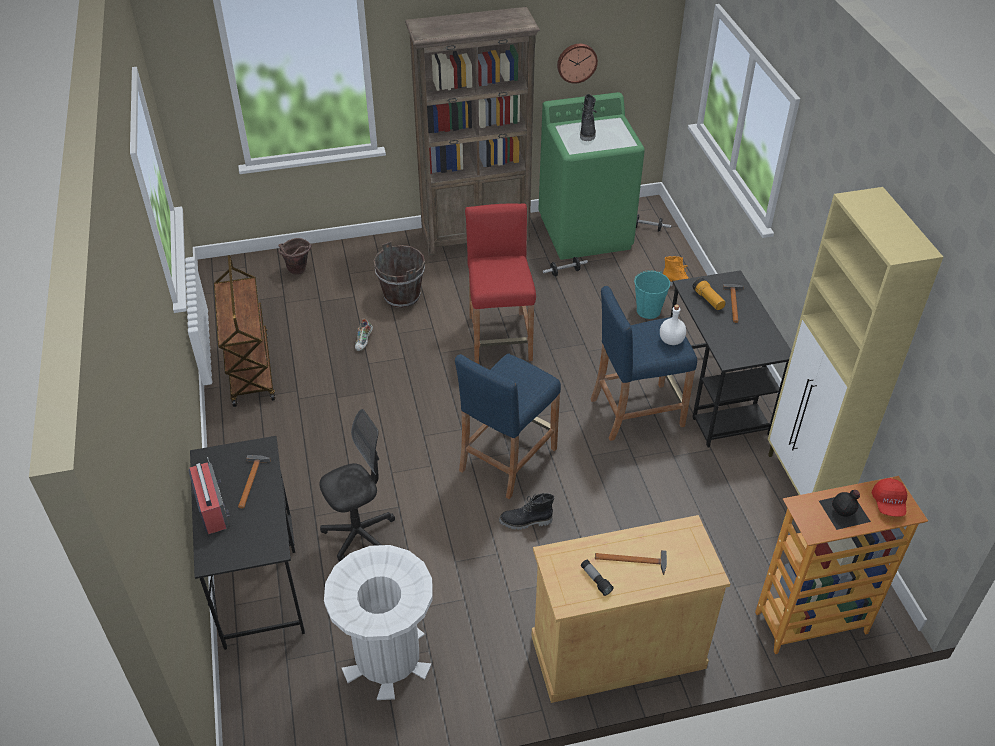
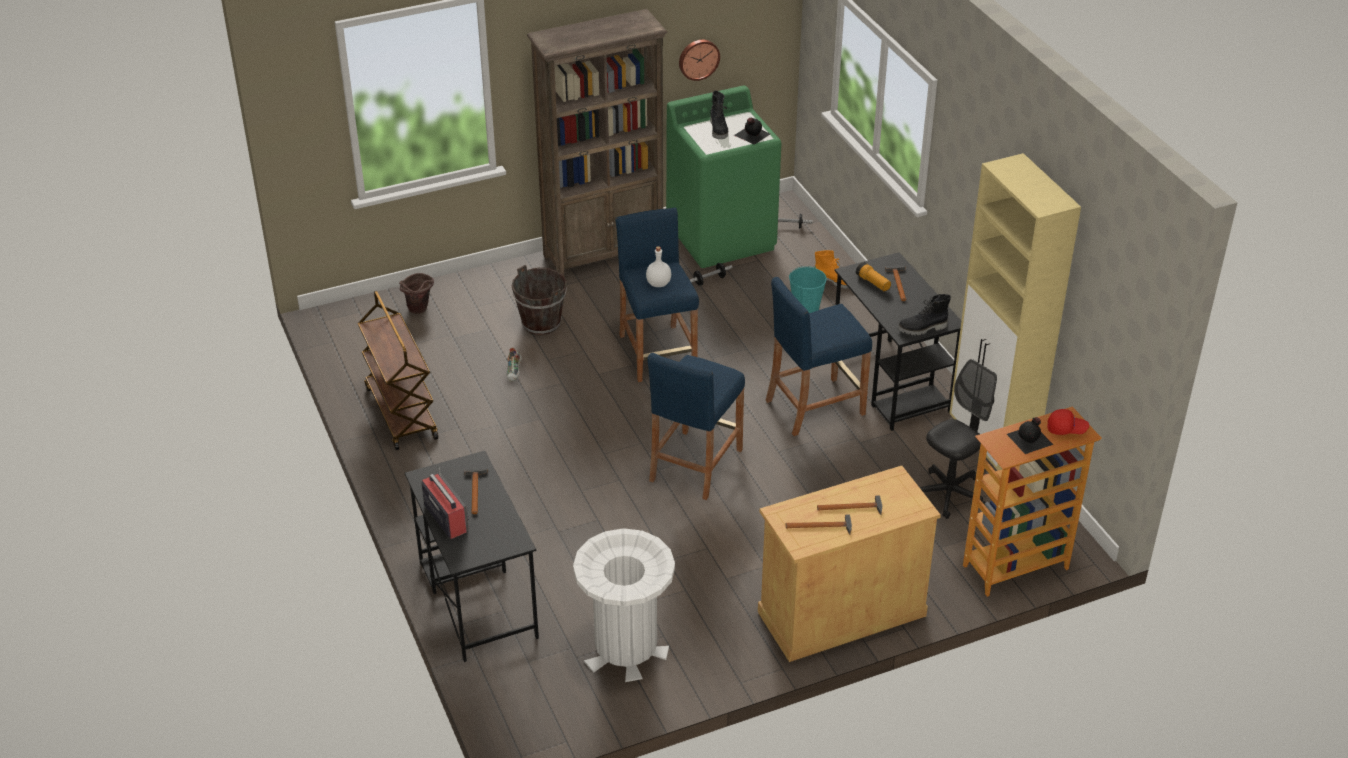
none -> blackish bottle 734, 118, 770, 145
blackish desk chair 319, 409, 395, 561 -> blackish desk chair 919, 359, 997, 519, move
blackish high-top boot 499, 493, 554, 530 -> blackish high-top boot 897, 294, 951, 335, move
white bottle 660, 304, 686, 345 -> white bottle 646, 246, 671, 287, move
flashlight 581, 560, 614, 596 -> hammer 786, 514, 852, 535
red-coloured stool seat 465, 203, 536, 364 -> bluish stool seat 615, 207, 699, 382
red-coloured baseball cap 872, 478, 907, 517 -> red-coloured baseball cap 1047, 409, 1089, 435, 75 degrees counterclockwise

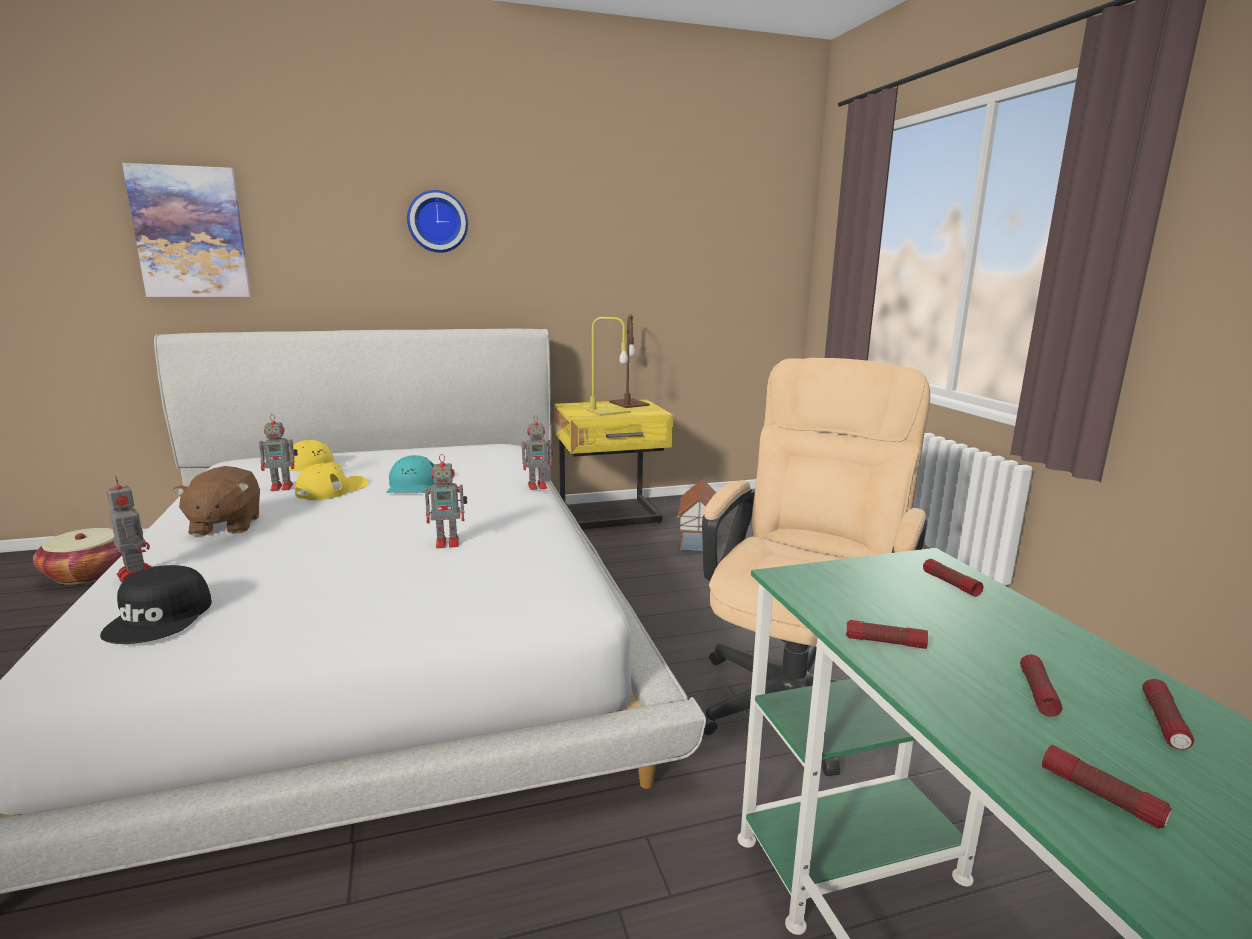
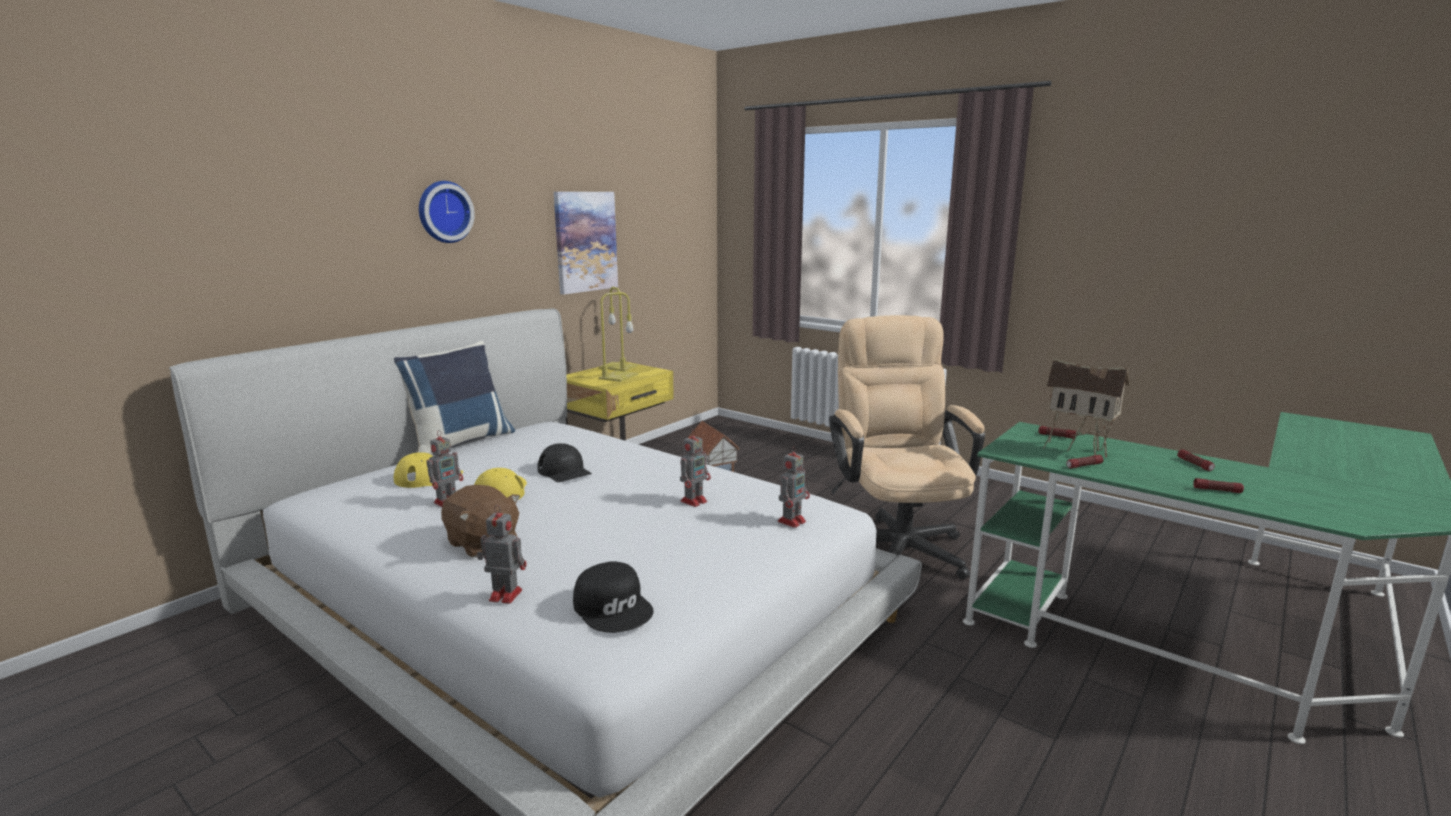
household basket 33, 528, 122, 585 -> none
flashlight 1020, 655, 1062, 717 -> none
none -> bluish throw pillow 394, 341, 515, 456
none -> model house 1043, 358, 1130, 458
picture 122, 163, 251, 297 -> picture 554, 192, 618, 295, move
robot figure 522, 415, 553, 490 -> robot figure 778, 446, 810, 528, move
turquoise baseball cap 386, 455, 435, 493 -> blackish baseball cap 538, 443, 592, 482
brown lamp for a table 609, 314, 649, 408 -> yellowish lamp for a table 599, 287, 638, 371

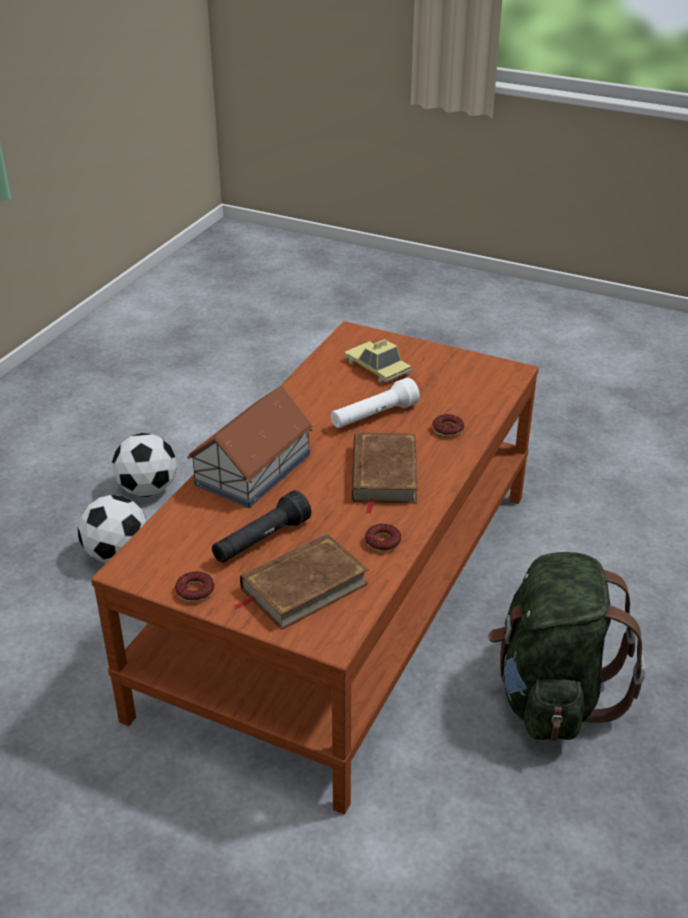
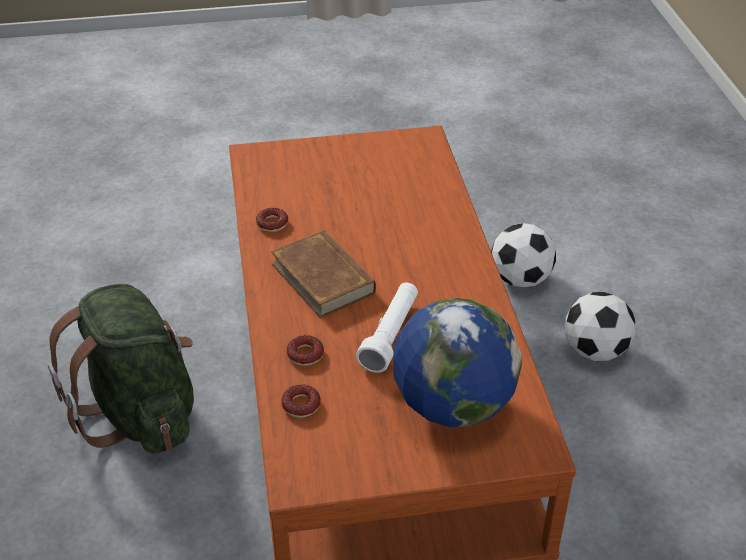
model house 187, 386, 314, 508 -> none
blackish flashlight 212, 490, 311, 563 -> none
brown book 233, 533, 369, 630 -> none
ball for football 112, 433, 177, 497 -> ball for football 491, 223, 556, 287, move
donut 175, 571, 214, 603 -> donut 281, 384, 321, 418, move
miniature car 345, 339, 411, 383 -> globe 393, 298, 522, 427

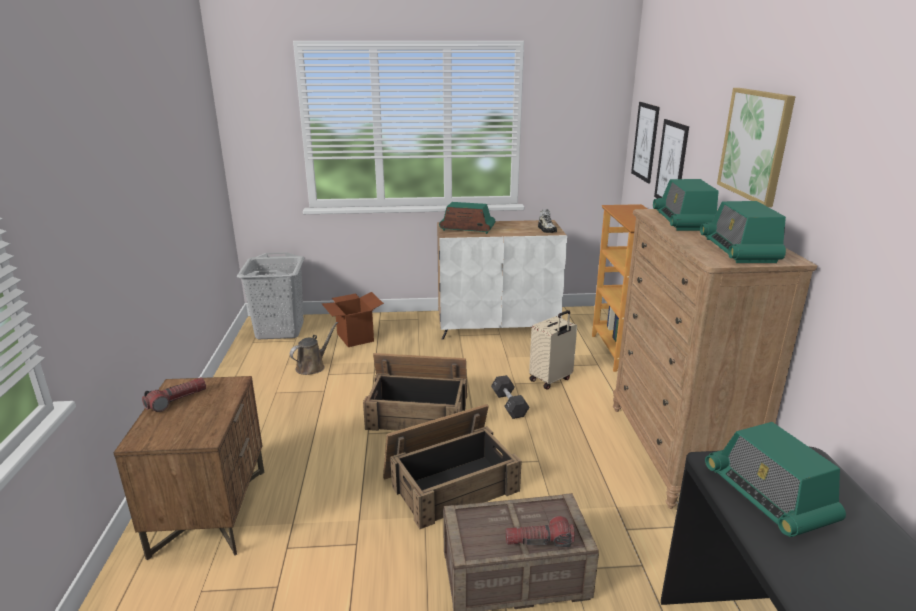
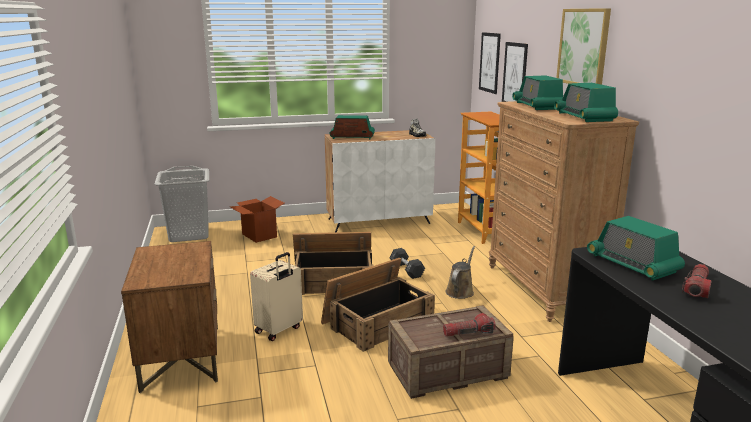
flashlight 142, 377, 206, 412 -> flashlight 682, 264, 712, 298, move
brown watering can 290, 322, 338, 375 -> brown watering can 445, 246, 475, 299, move
beige piece of luggage 529, 310, 577, 390 -> beige piece of luggage 250, 252, 303, 341, move

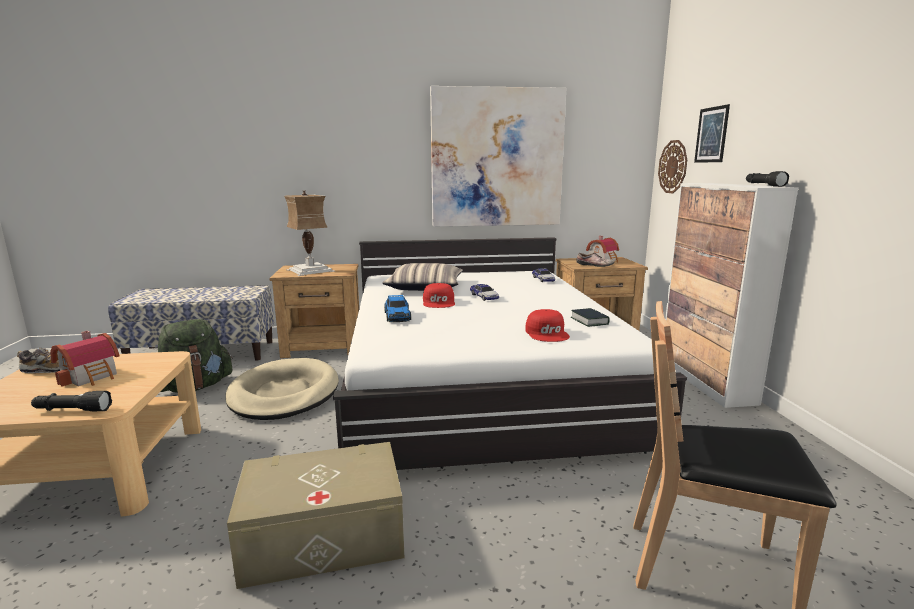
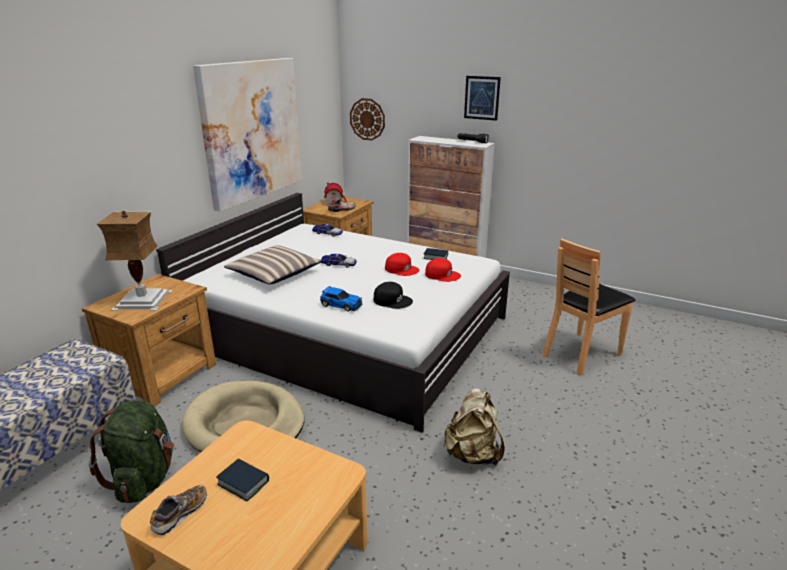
blackish flashlight 31, 391, 112, 411 -> none
none -> blackish baseball cap 374, 282, 413, 309
red-coloured baseball cap 423, 283, 455, 308 -> red-coloured baseball cap 385, 253, 419, 276, move
picture 694, 104, 730, 163 -> picture 464, 76, 501, 121, move
model house 50, 331, 120, 387 -> book 216, 459, 269, 501
beige storage container 227, 442, 404, 589 -> beige backpack 444, 388, 505, 466

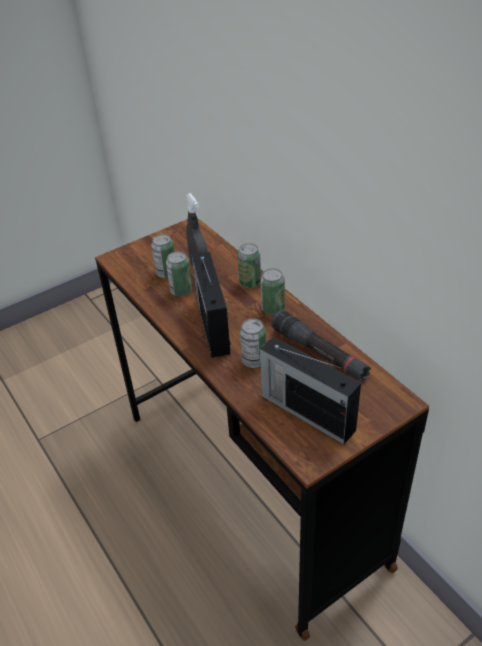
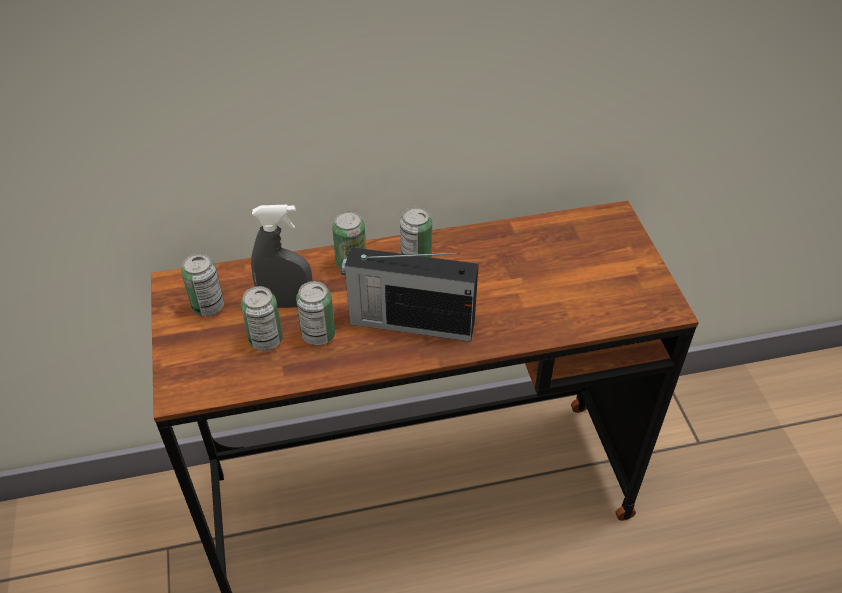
radio 259, 337, 361, 445 -> none
blackish flashlight 271, 310, 371, 382 -> none
can 240, 318, 266, 368 -> can 181, 253, 224, 316, move

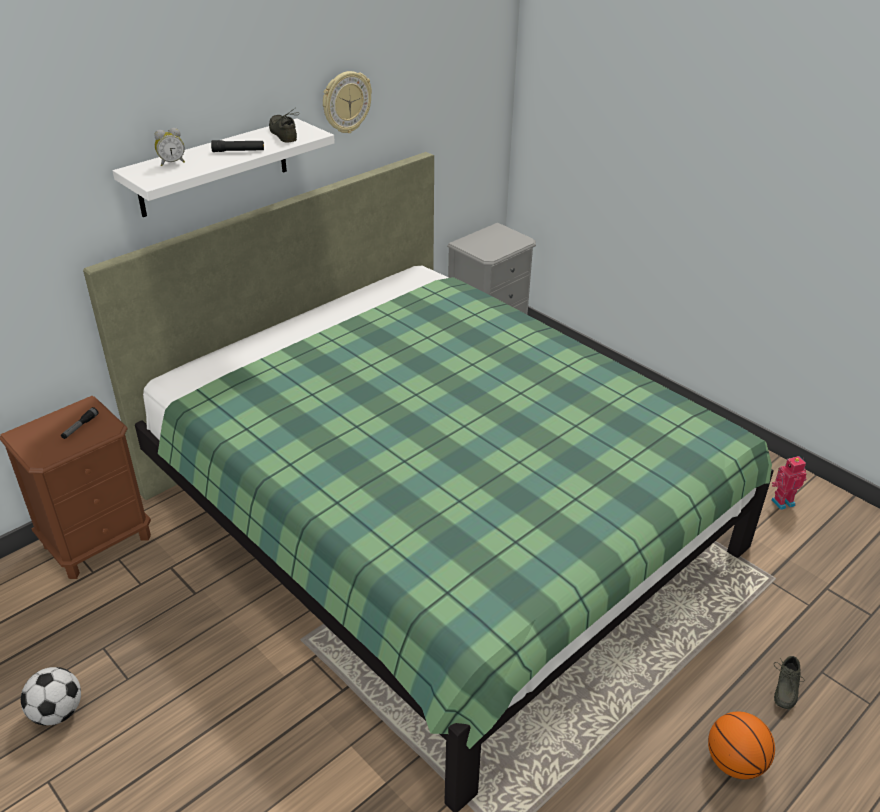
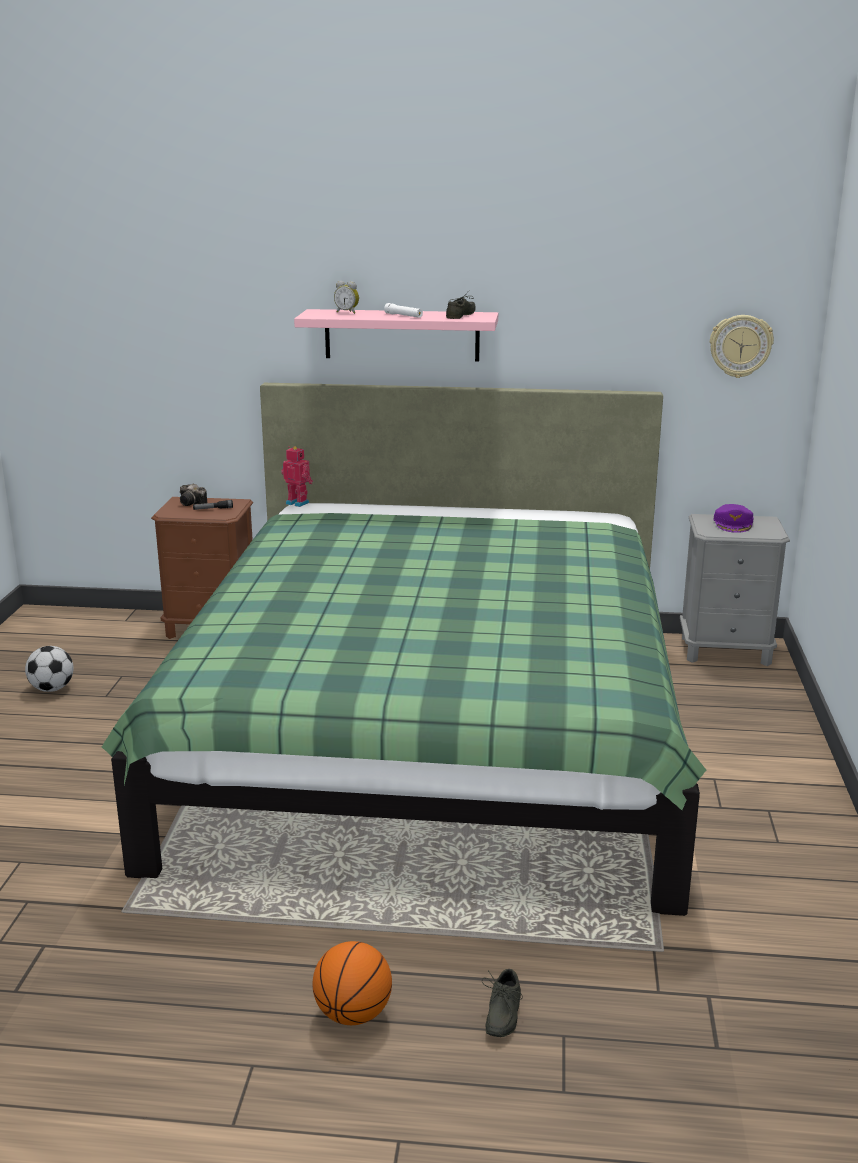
none -> photo camera 180, 483, 207, 506
none -> purple-coloured baseball cap 714, 504, 754, 533
wall clock 323, 71, 372, 133 -> wall clock 710, 315, 774, 378, move
robot figure 771, 456, 807, 510 -> robot figure 281, 446, 313, 507, move
white bracket shelf 113, 118, 335, 217 -> pink-coloured bracket shelf 294, 309, 498, 361
blackish flashlight 211, 140, 264, 152 -> white flashlight 384, 303, 423, 318
grey shoe 774, 656, 804, 709 -> grey shoe 482, 969, 523, 1037, 60 degrees counterclockwise

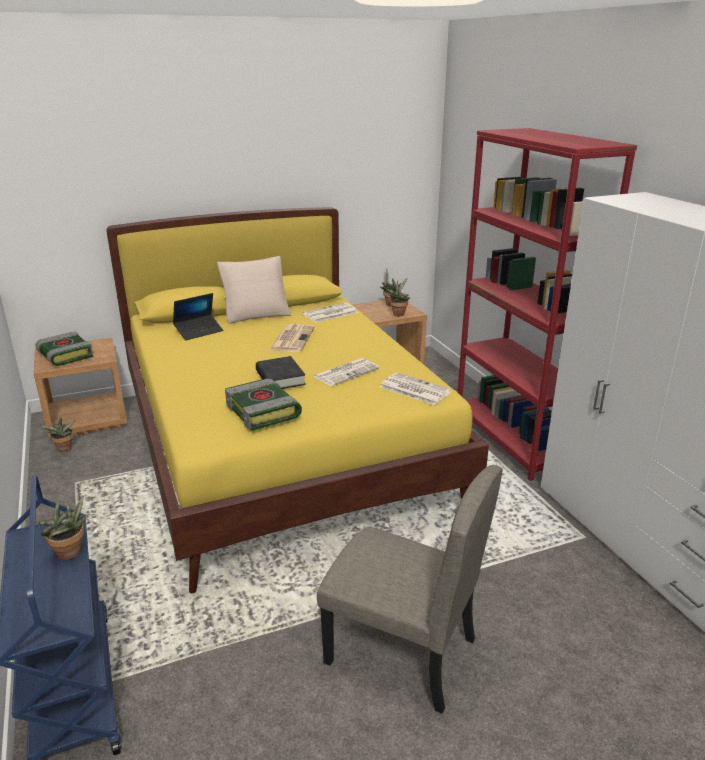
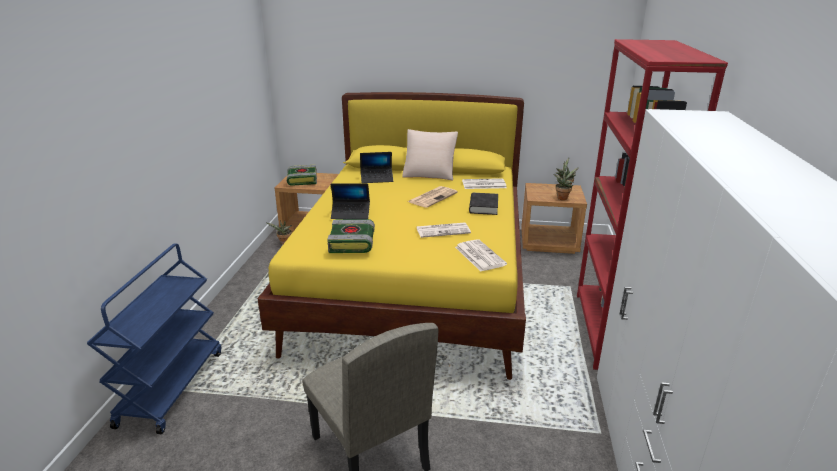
houseplant 39, 495, 90, 560 -> none
none -> laptop 331, 183, 370, 219
blackish book 256, 356, 306, 389 -> blackish book 469, 193, 498, 215, move

